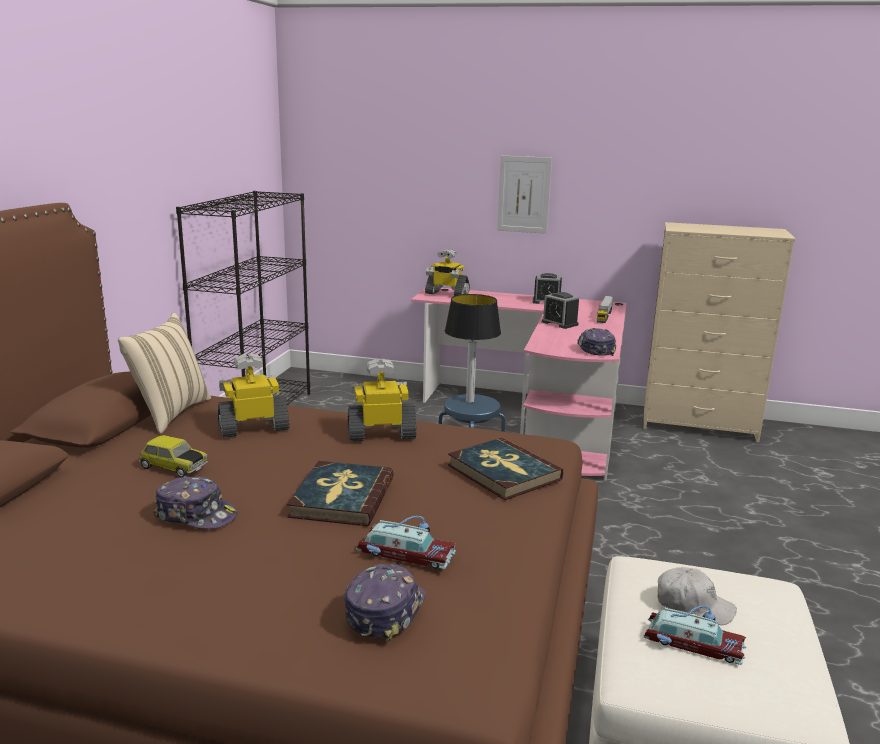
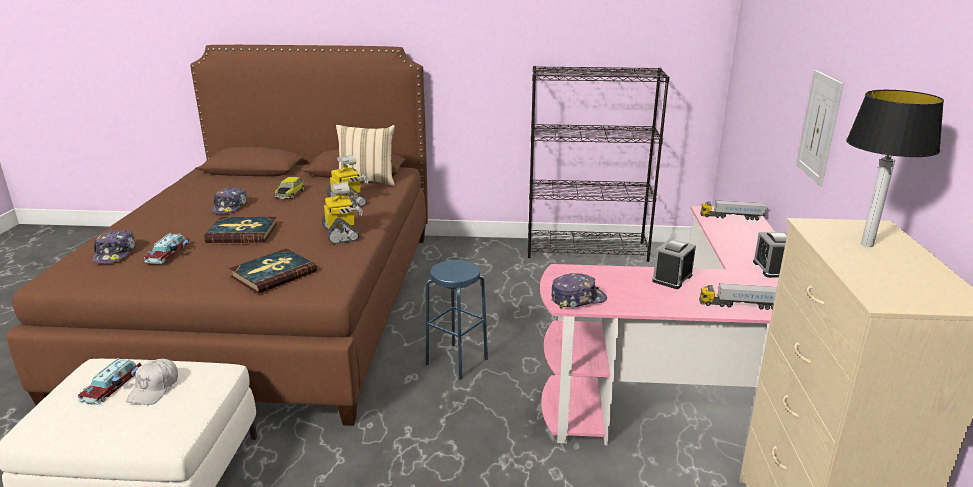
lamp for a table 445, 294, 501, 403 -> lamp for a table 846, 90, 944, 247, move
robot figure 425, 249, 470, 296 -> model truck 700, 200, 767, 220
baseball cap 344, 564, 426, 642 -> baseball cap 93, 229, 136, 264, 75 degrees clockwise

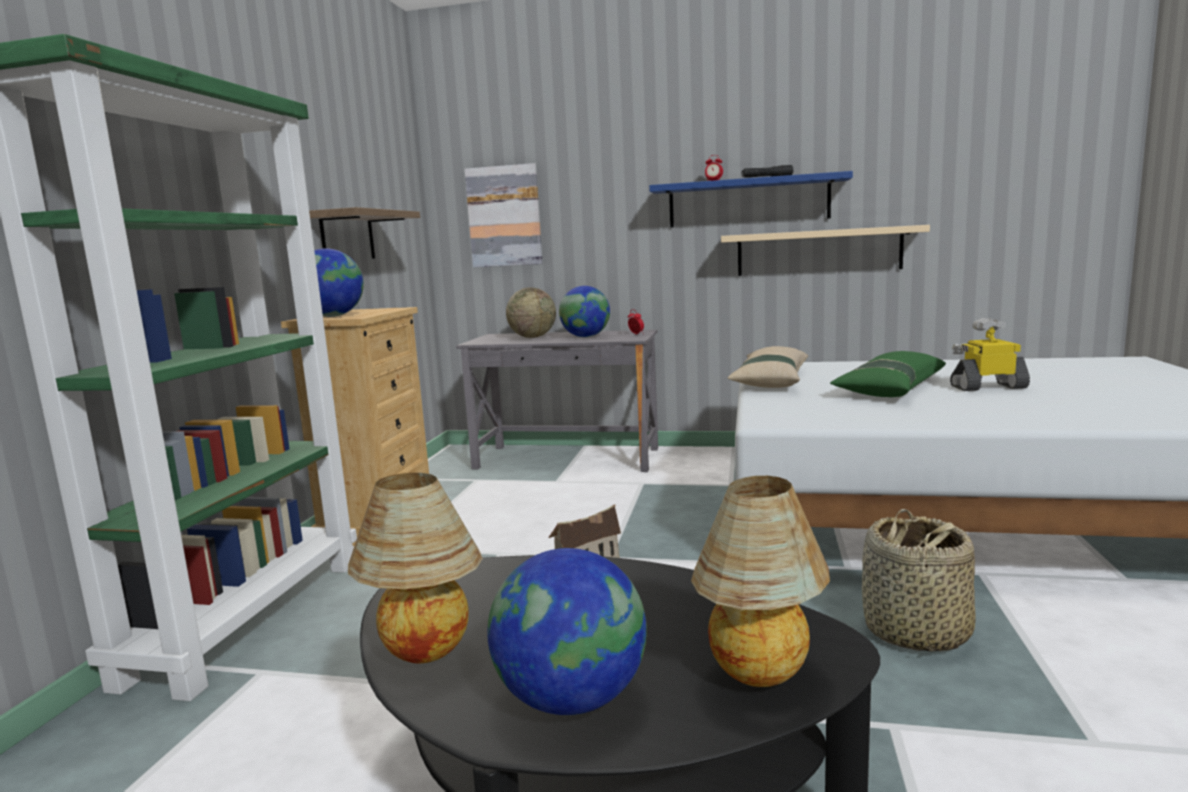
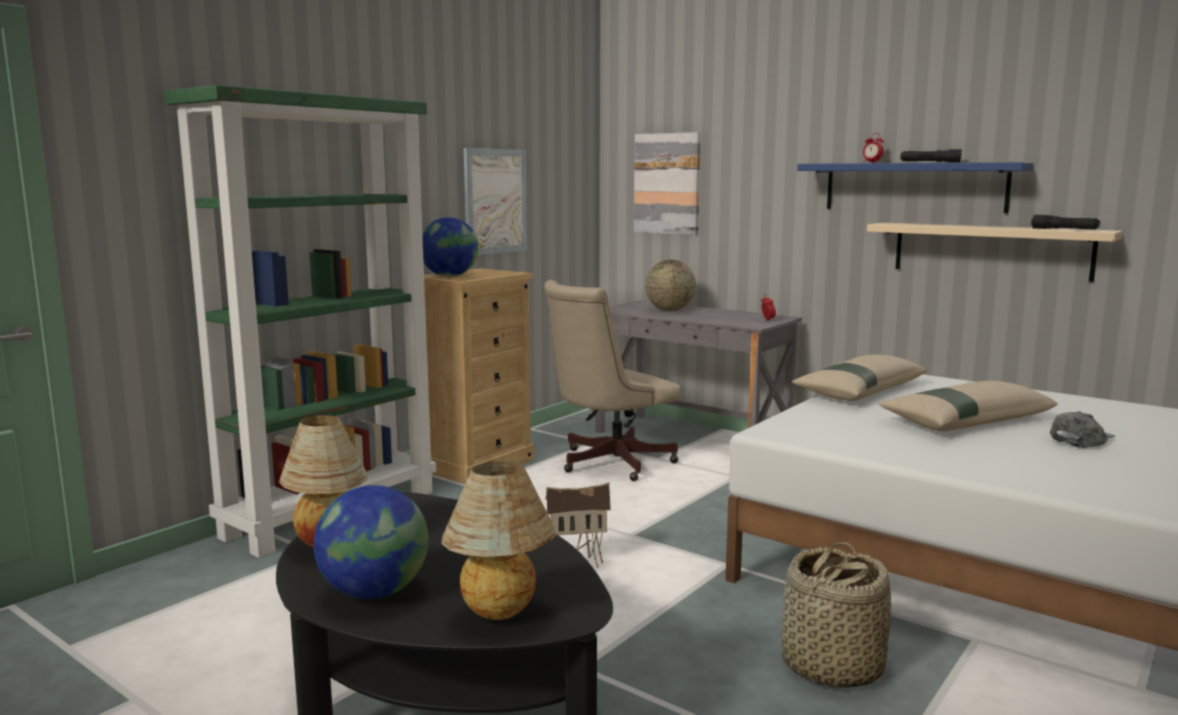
globe 559, 286, 610, 337 -> none
none -> beige desk chair 544, 280, 681, 481
none -> blackish flashlight 1031, 215, 1100, 230
bracket shelf 309, 207, 420, 259 -> picture 464, 148, 527, 255
robot figure 950, 318, 1030, 391 -> grey baseball cap 1050, 411, 1115, 448
green-coloured throw pillow 830, 351, 946, 397 -> beige throw pillow 878, 381, 1058, 431

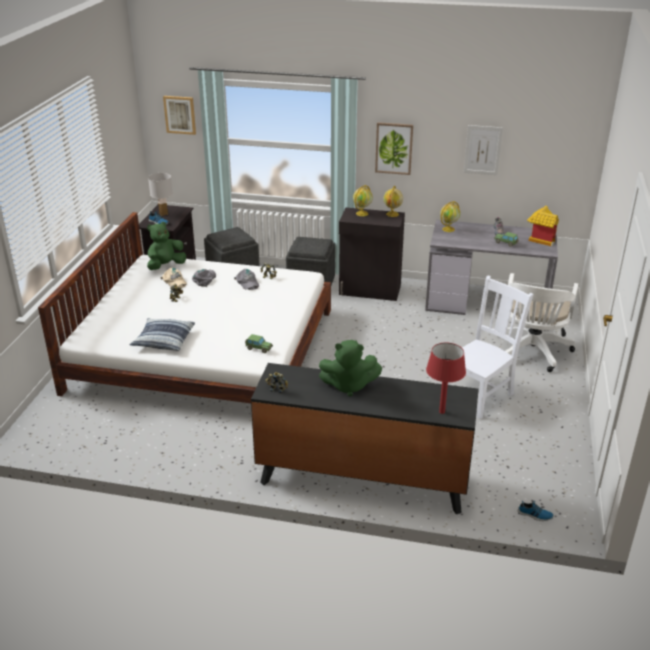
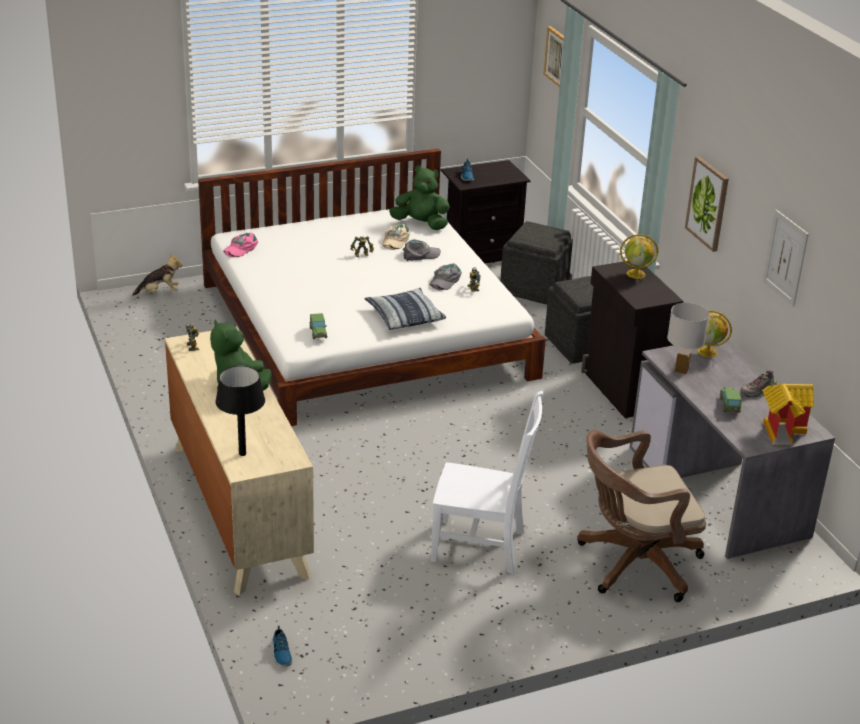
globe 384, 186, 403, 217 -> none
none -> plush toy 132, 253, 183, 296
none -> pink-coloured baseball cap 223, 233, 258, 257
throw pillow 130, 318, 195, 351 -> throw pillow 364, 288, 446, 330, move
white lamp for a table 148, 173, 173, 216 -> white lamp for a table 667, 303, 710, 374, move
blackish dresser 251, 363, 479, 514 -> beige dresser 165, 327, 314, 595
red-coloured lamp for a table 426, 343, 466, 414 -> blackish lamp for a table 215, 366, 265, 456
white desk chair 505, 273, 578, 372 -> brown desk chair 577, 430, 706, 602

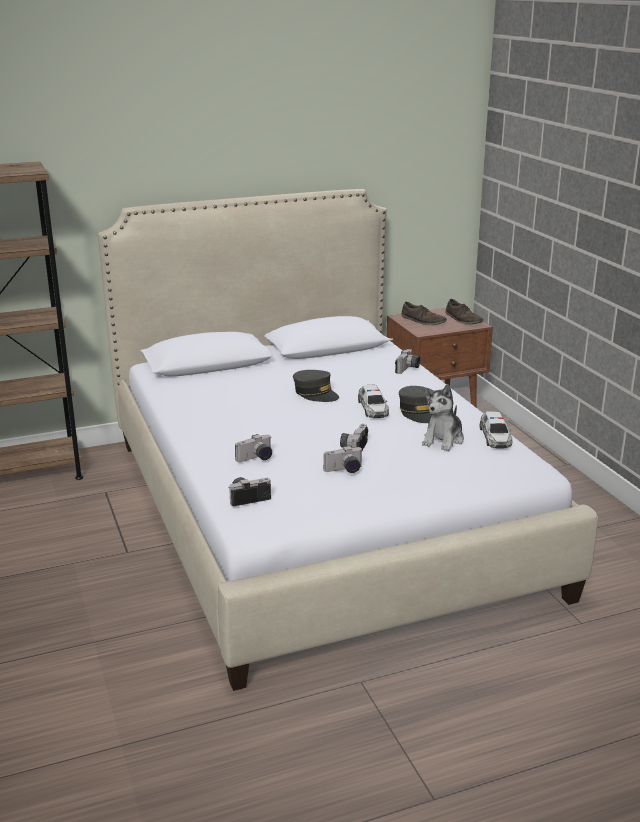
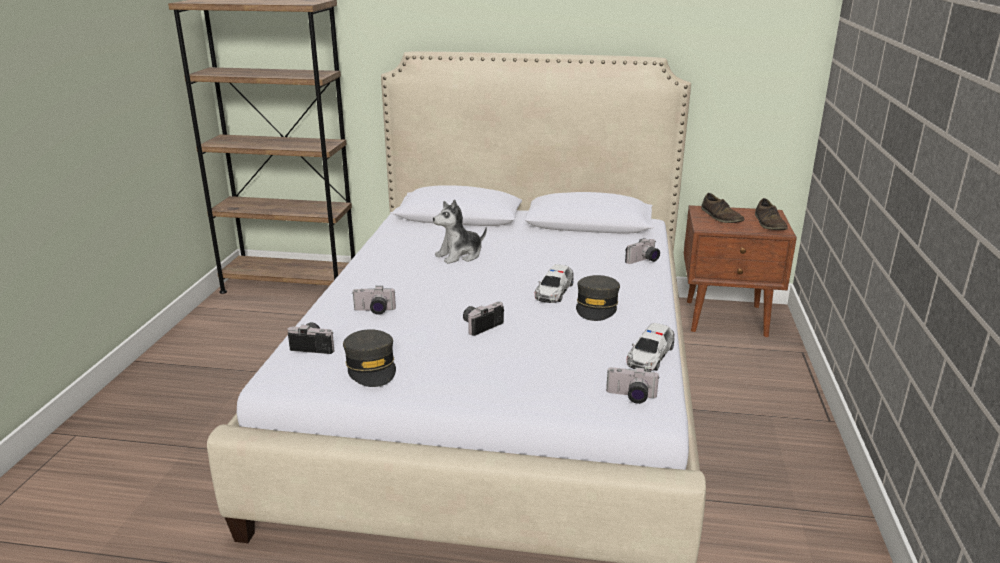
grey baseball cap 293, 370, 339, 402 -> grey baseball cap 343, 329, 396, 387, move
photo camera 324, 446, 362, 473 -> photo camera 606, 367, 659, 404, move
plush toy 422, 384, 464, 451 -> plush toy 433, 200, 487, 264, move

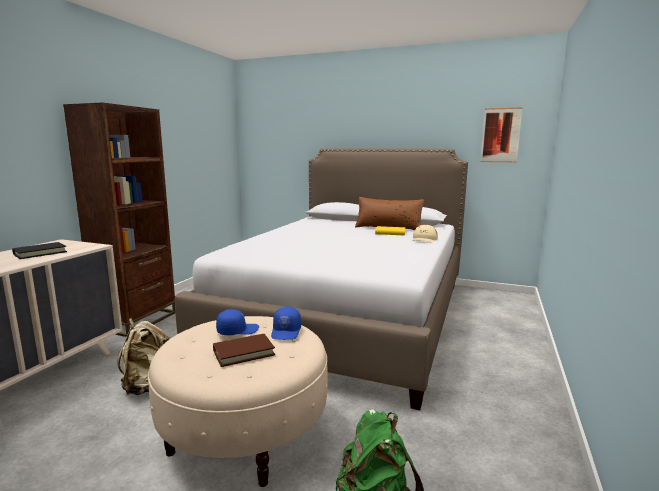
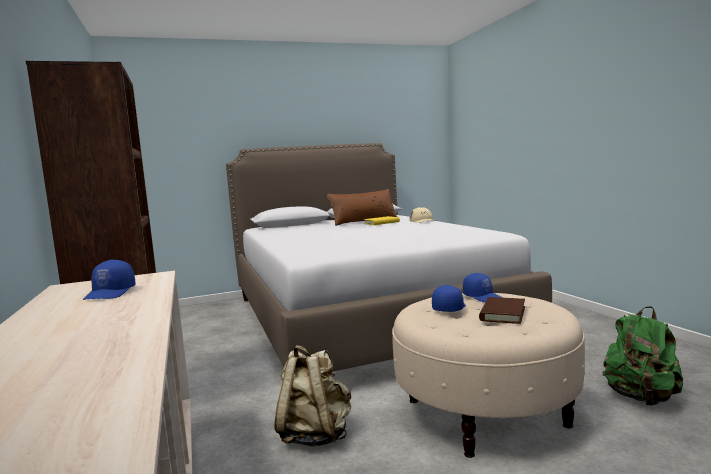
picture 481, 107, 523, 162 -> none
blackish book 12, 242, 67, 259 -> bluish baseball cap 83, 259, 136, 300

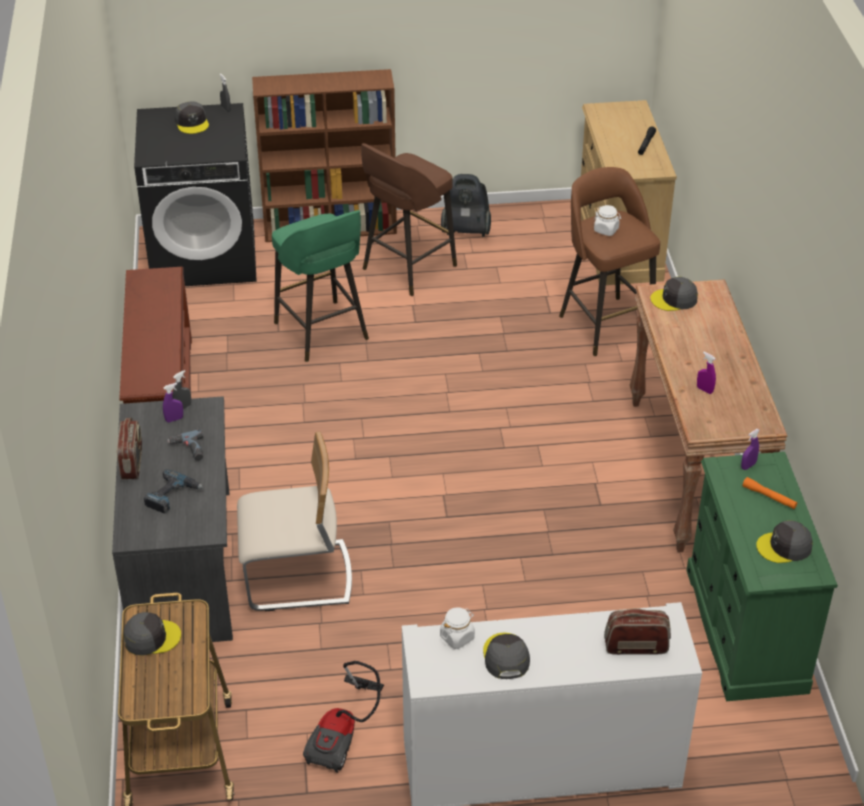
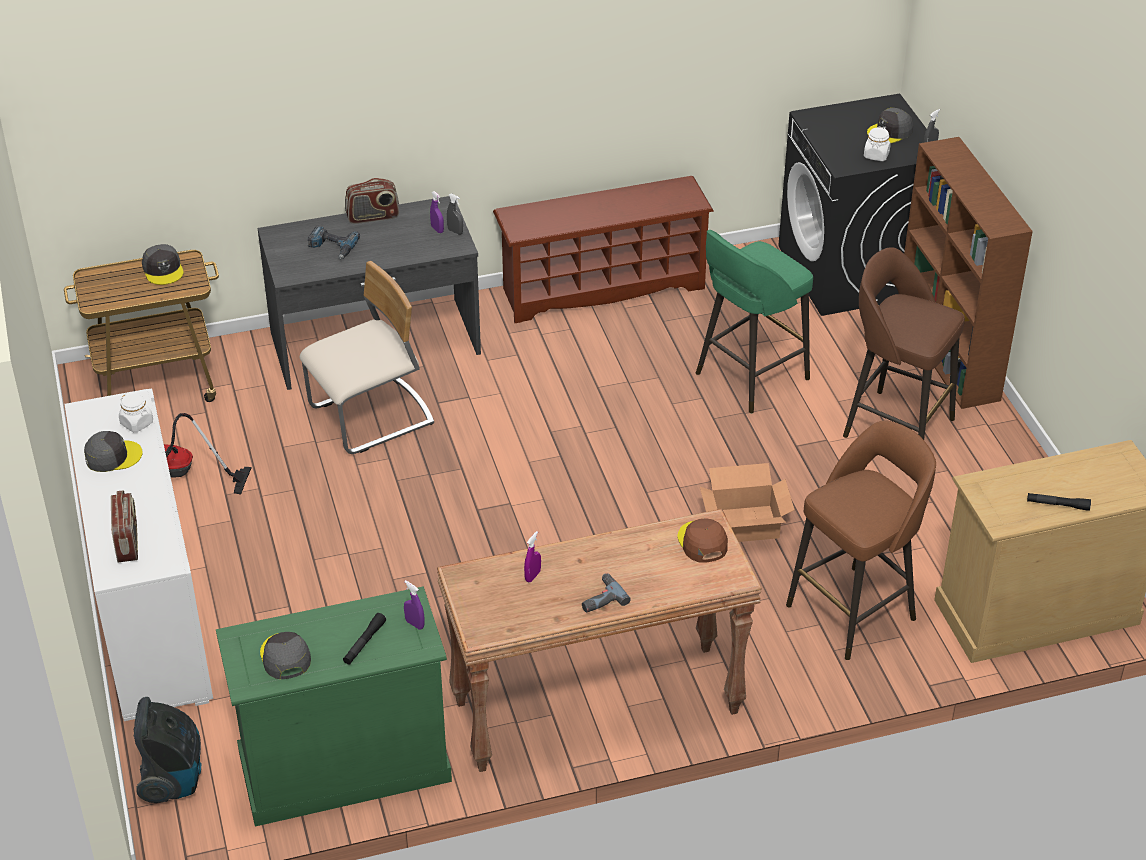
none -> carton 700, 463, 795, 542
electric drill 167, 429, 203, 461 -> electric drill 582, 573, 631, 612, move
vacuum cleaner 441, 174, 491, 237 -> vacuum cleaner 134, 697, 202, 803, move
white preserve jar 594, 205, 621, 236 -> white preserve jar 864, 127, 891, 161, move
grey baseball cap 650, 277, 698, 311 -> brown baseball cap 677, 518, 728, 563
orangey flashlight 742, 477, 798, 509 -> blackish flashlight 343, 613, 386, 665
beige chair 237, 432, 352, 611 -> beige chair 299, 261, 434, 454, 105 degrees counterclockwise

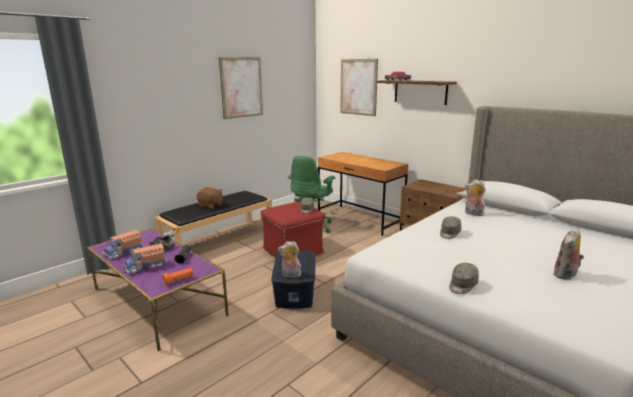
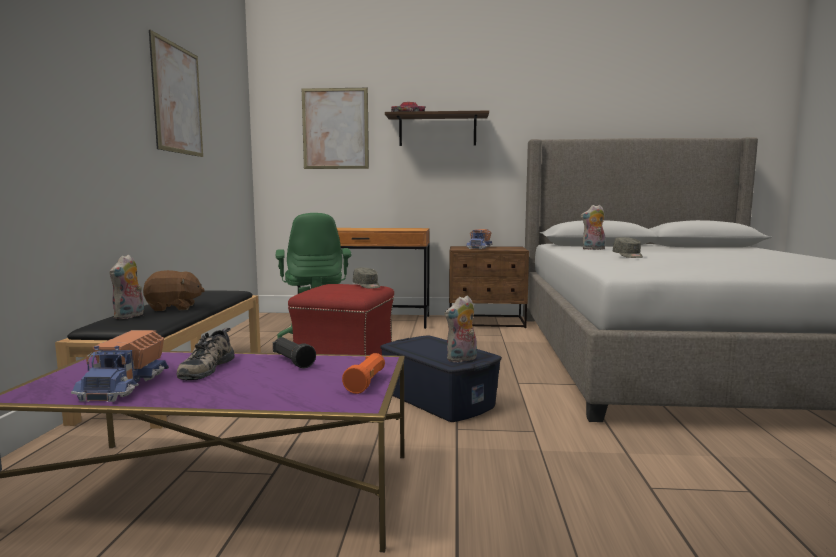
grey baseball cap 449, 263, 479, 294 -> none
model truck 124, 244, 167, 274 -> model truck 466, 229, 493, 249, move
plush toy 553, 227, 584, 279 -> plush toy 110, 254, 144, 319, move

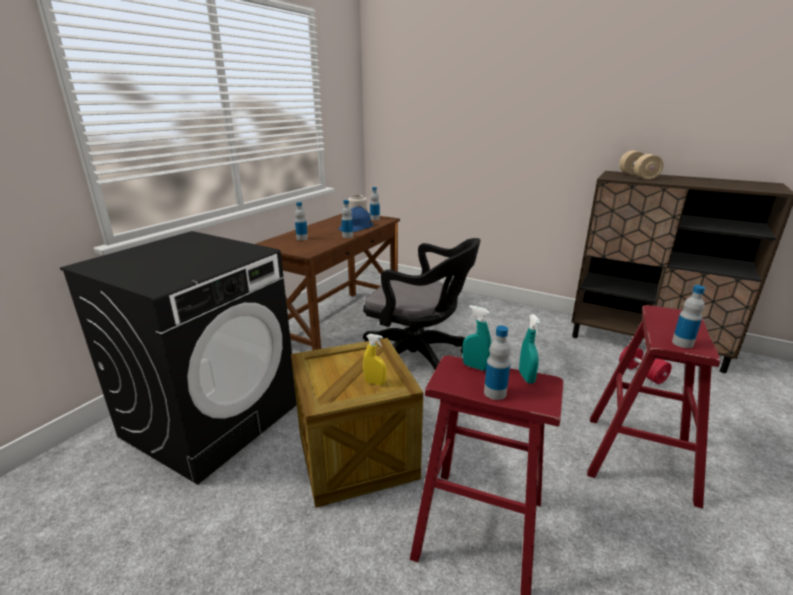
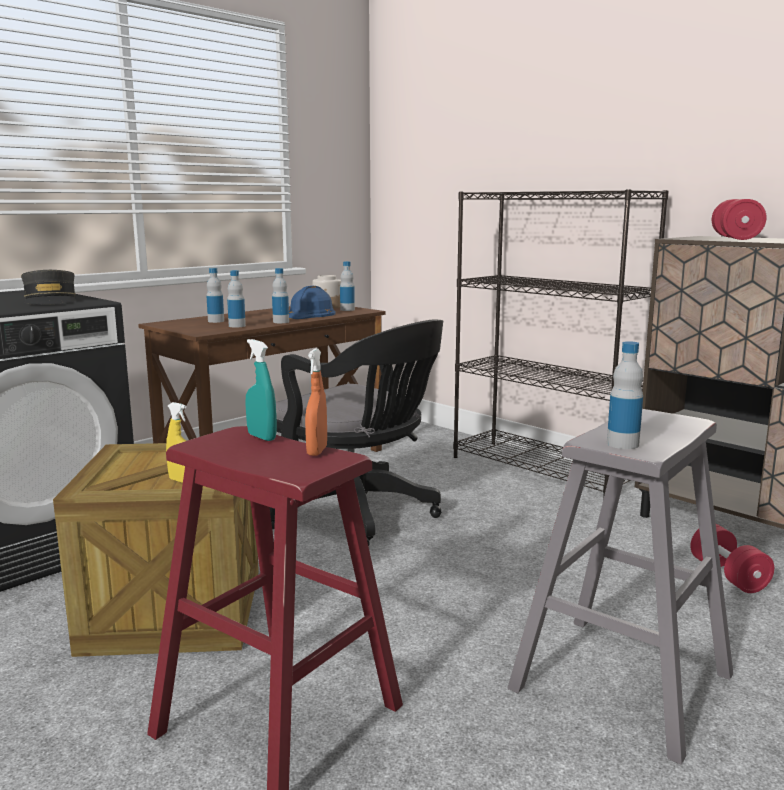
none -> grey baseball cap 21, 270, 76, 305
none -> blackish bookshelf 453, 189, 669, 499
bottle 484, 326, 511, 400 -> bottle 227, 270, 246, 328, move
turquoise hand sprayer 519, 314, 541, 384 -> orangey hand sprayer 305, 348, 327, 456
red-coloured stool seat 587, 305, 720, 509 -> grey stool seat 508, 409, 733, 765
beige hand weight 619, 151, 663, 180 -> red-coloured hand weight 712, 199, 767, 240

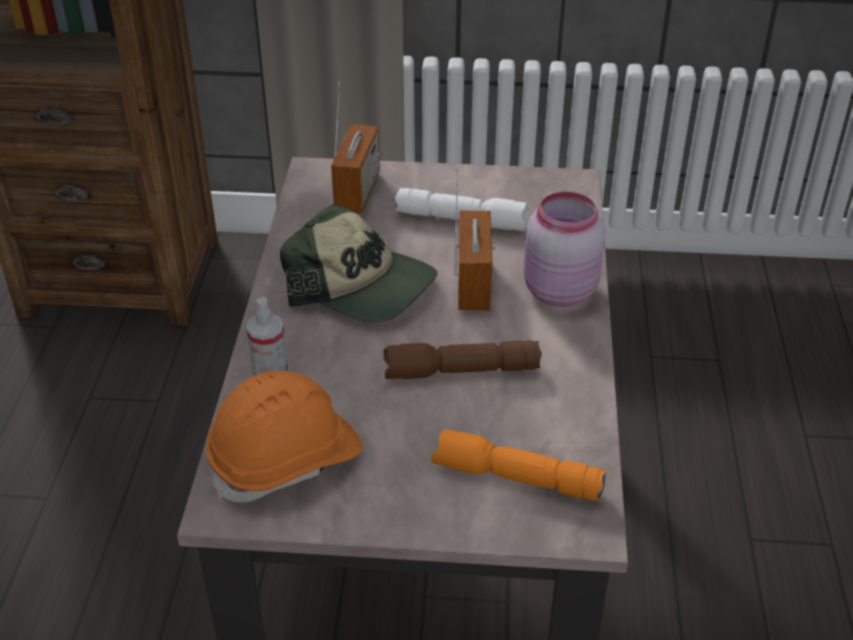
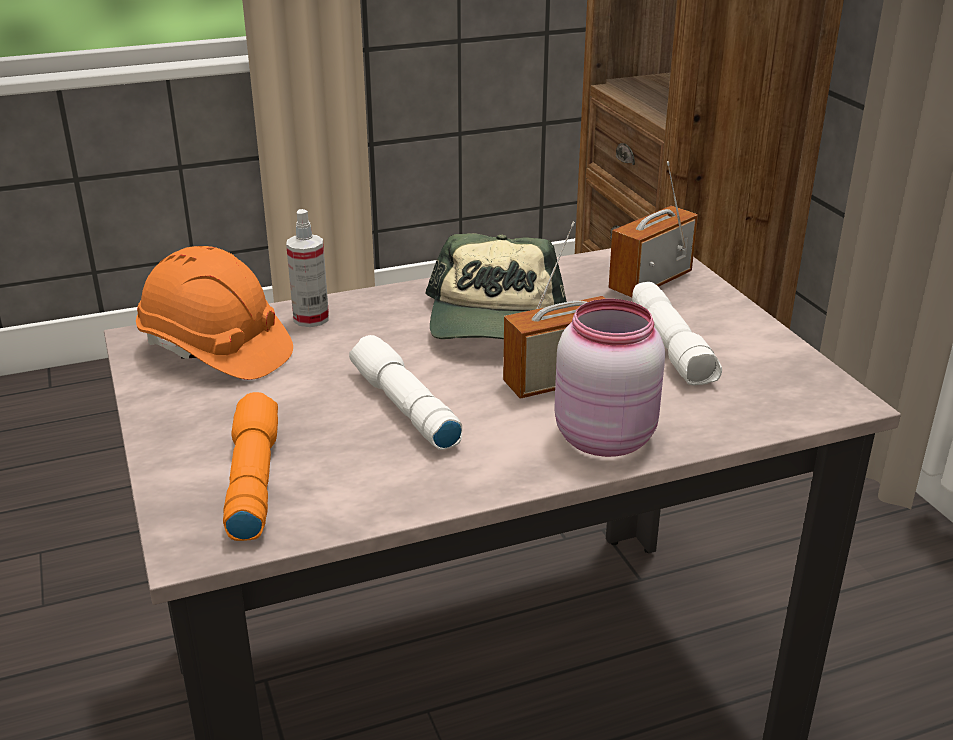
brown flashlight 383, 340, 542, 379 -> white flashlight 349, 335, 462, 450
radio 331, 82, 380, 214 -> radio 609, 161, 698, 297, 150 degrees clockwise

